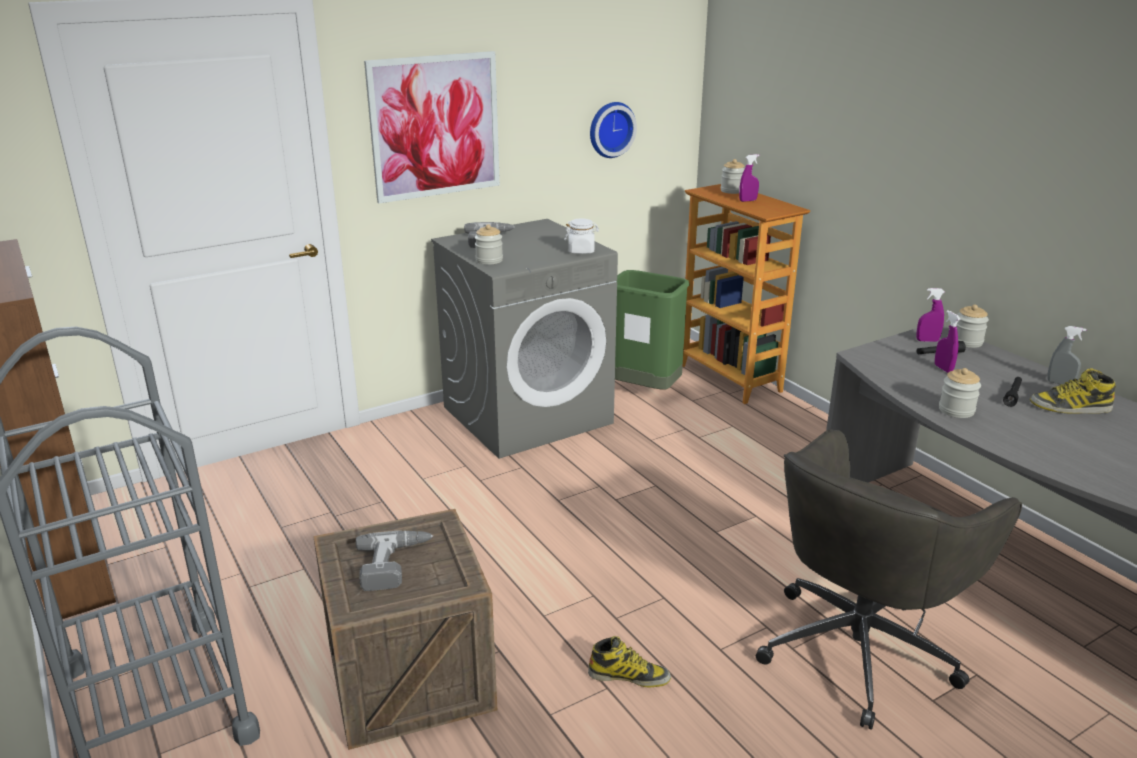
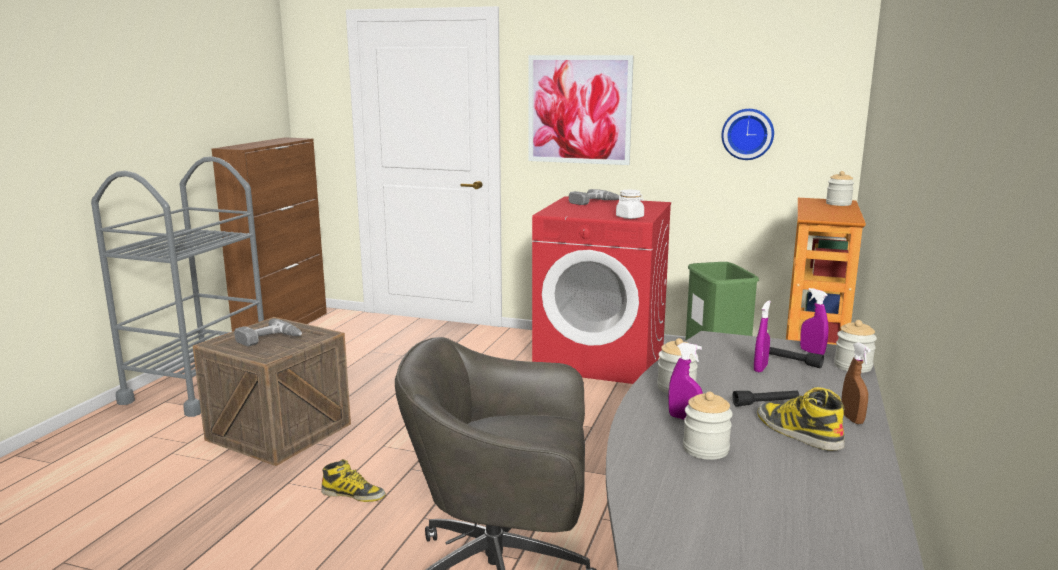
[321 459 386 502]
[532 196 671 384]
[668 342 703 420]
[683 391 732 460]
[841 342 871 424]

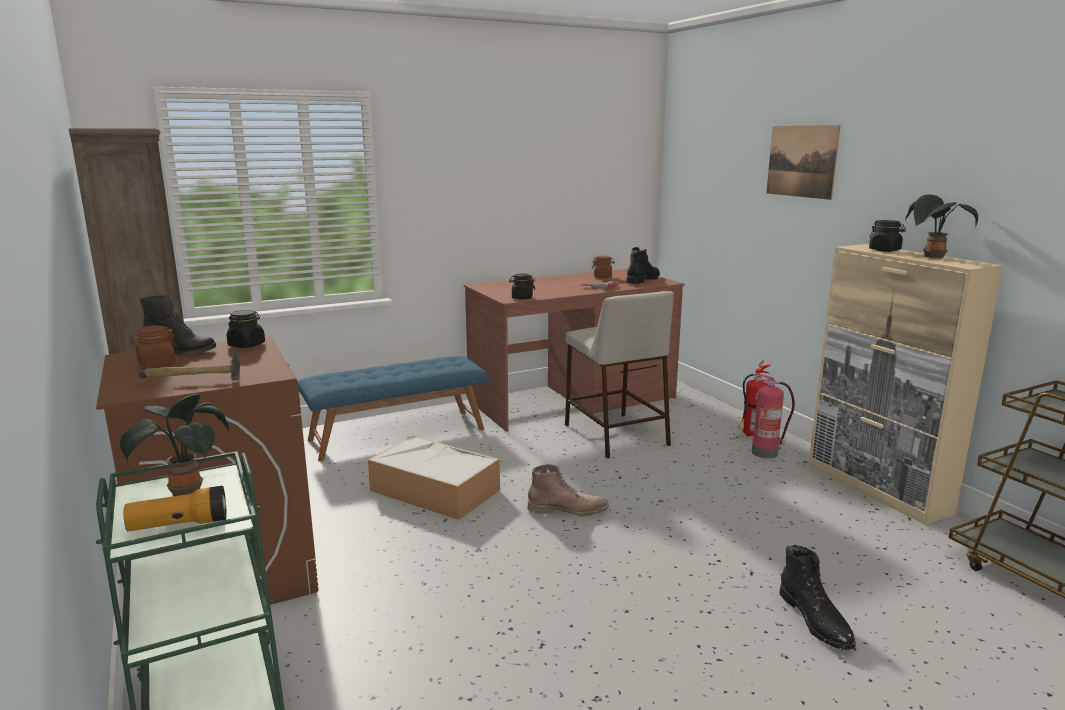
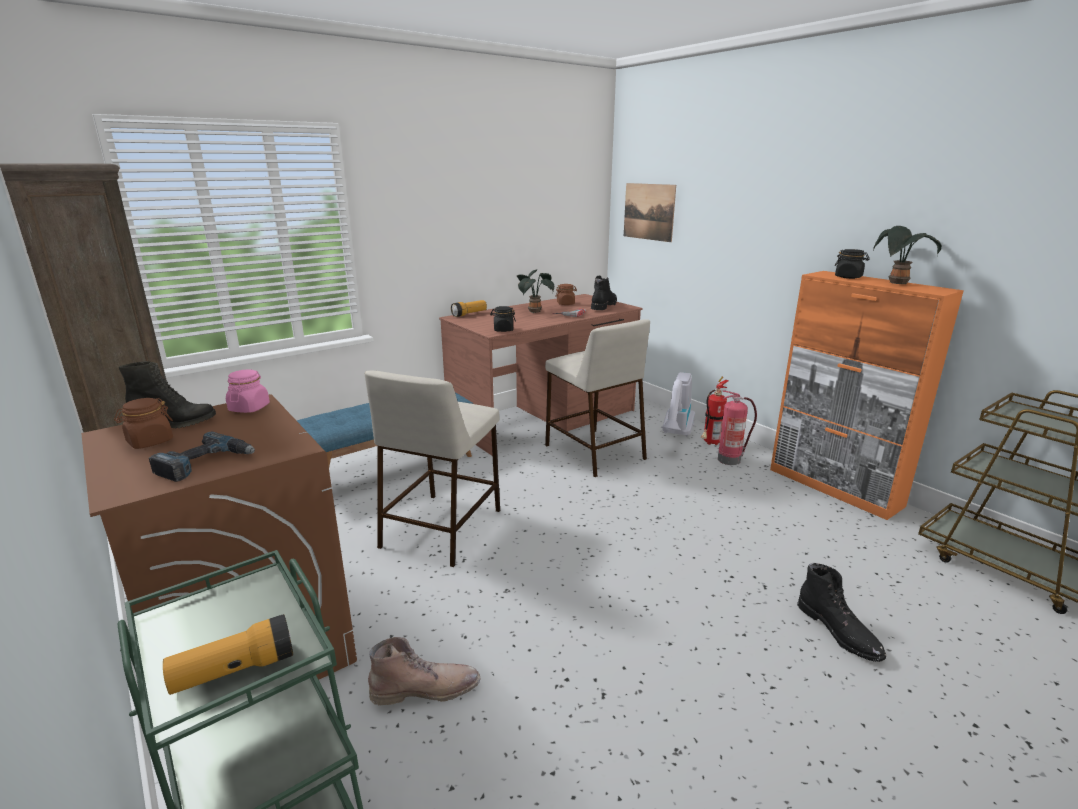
[149 432 255 482]
[226 370 270 413]
[365 371 500 567]
[368 637 480 706]
[451 300 487 317]
[517 269 554 313]
[624 183 676 242]
[661 372 695 437]
[770 271 964 520]

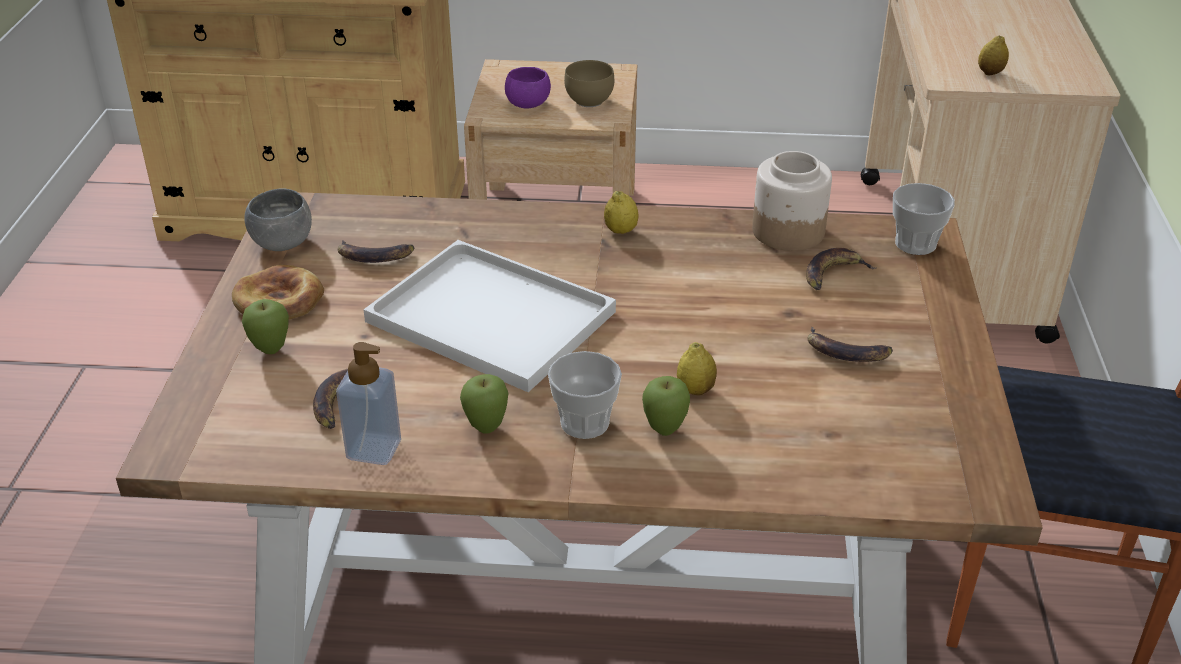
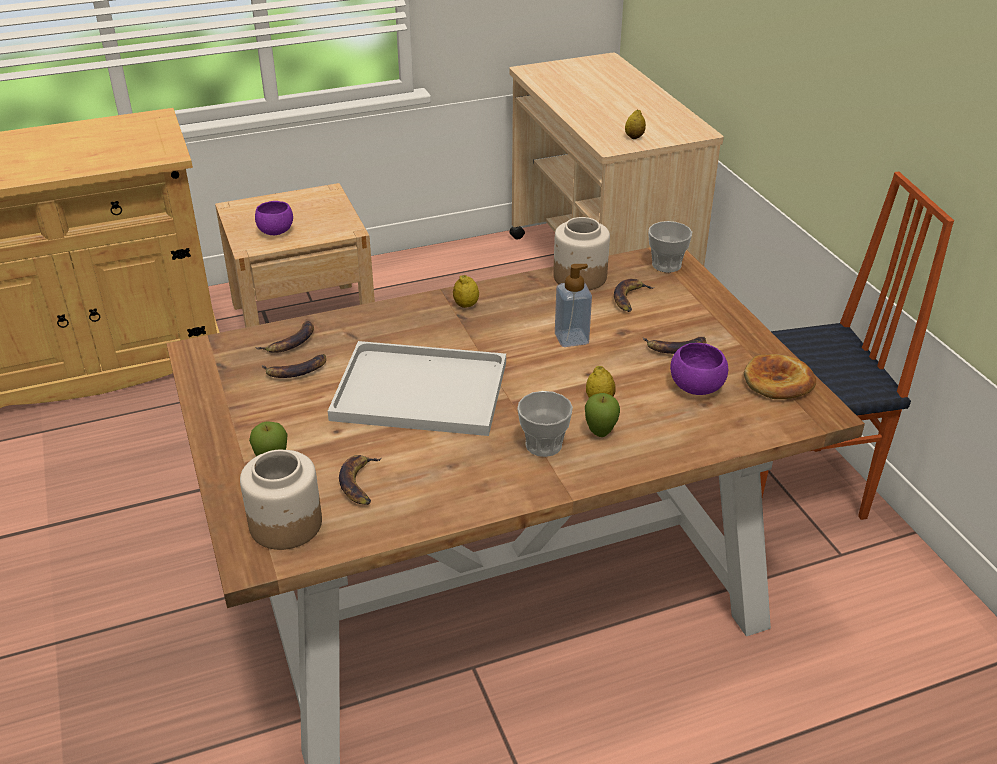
[240 450 322 550]
[255 321 314 353]
[555 264 592 347]
[670 343 728 395]
[744 354 816 399]
[244 189 312 251] (first image)
[460 374 508 434] (first image)
[564 60 614 107] (first image)

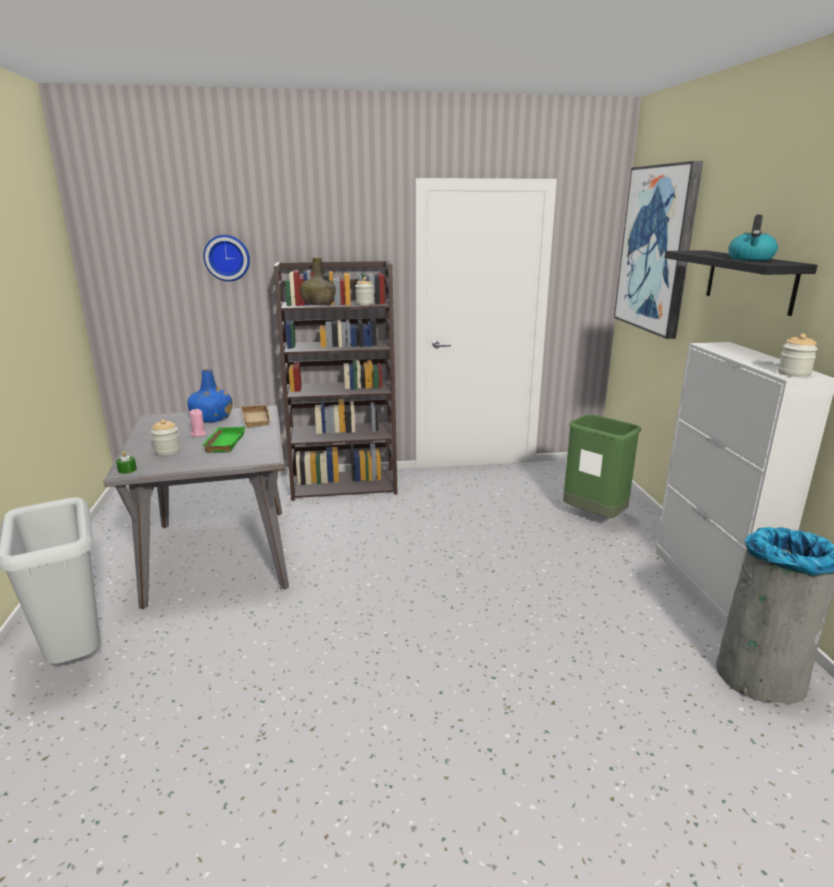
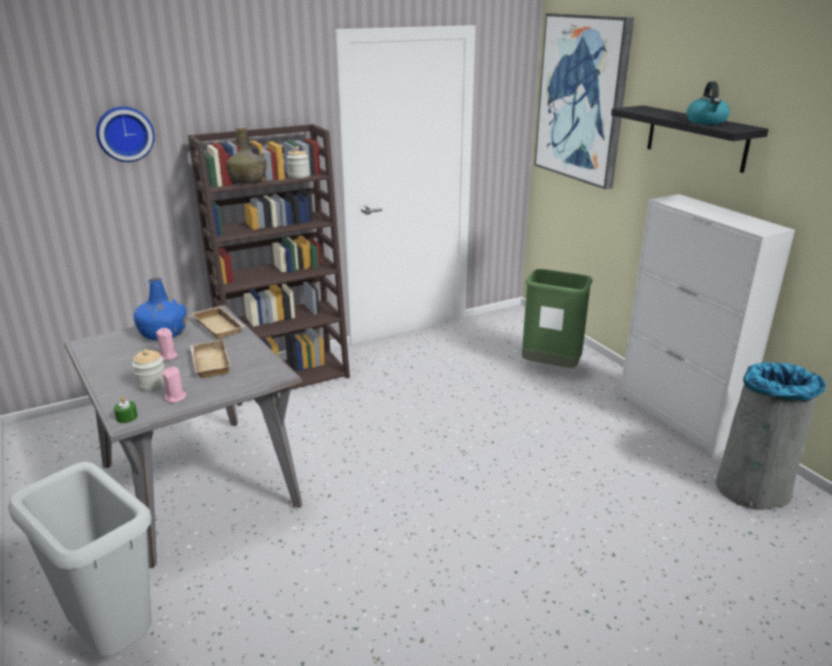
[162 367 186 403]
[190 339 231 378]
[778 334 818 377] (first image)

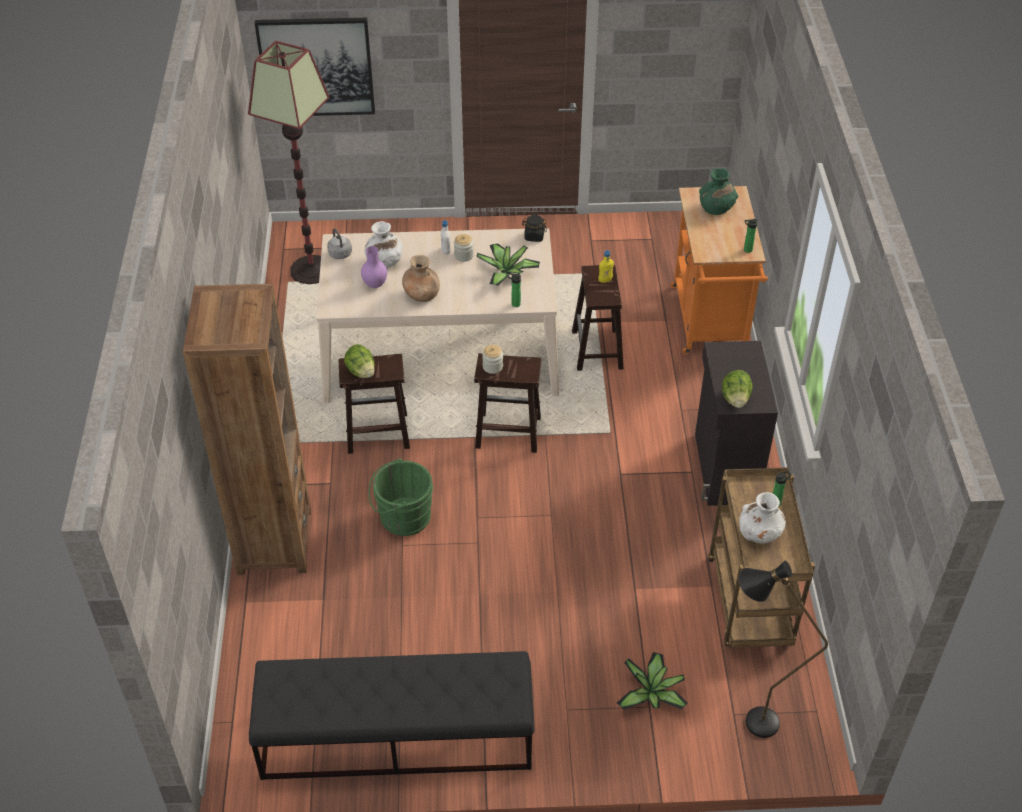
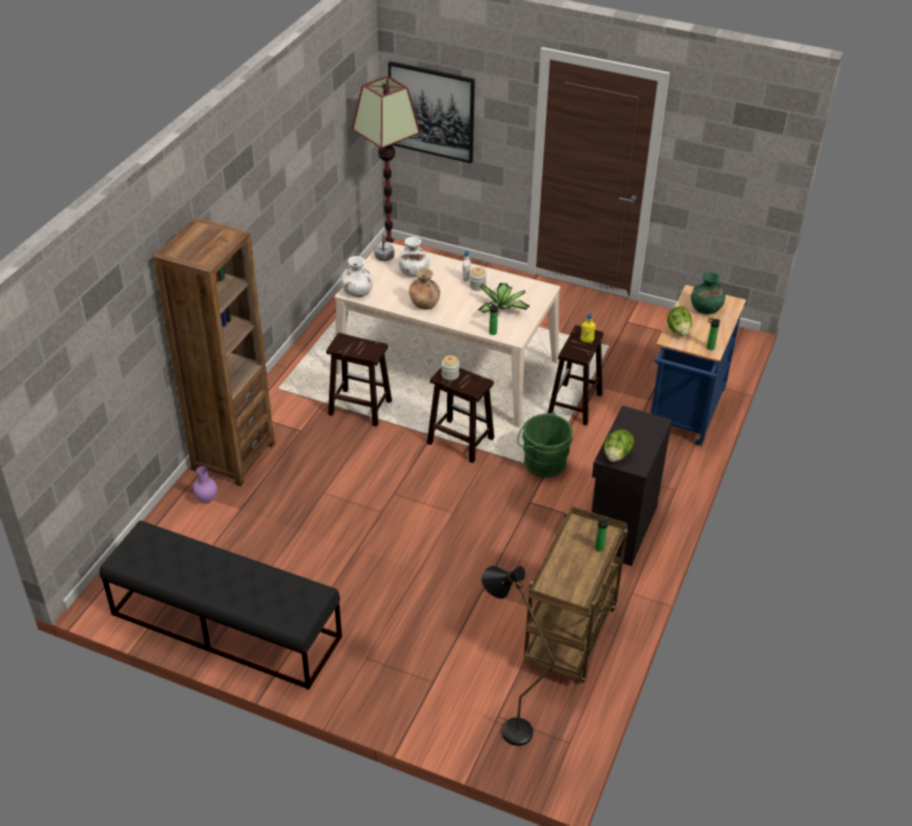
[193 466 217 503]
[341 256 373 297]
[517 412 573 478]
[651 285 746 446]
[667 306 692 336]
[523 215 547 242] (first image)
[617 652 688 710] (first image)

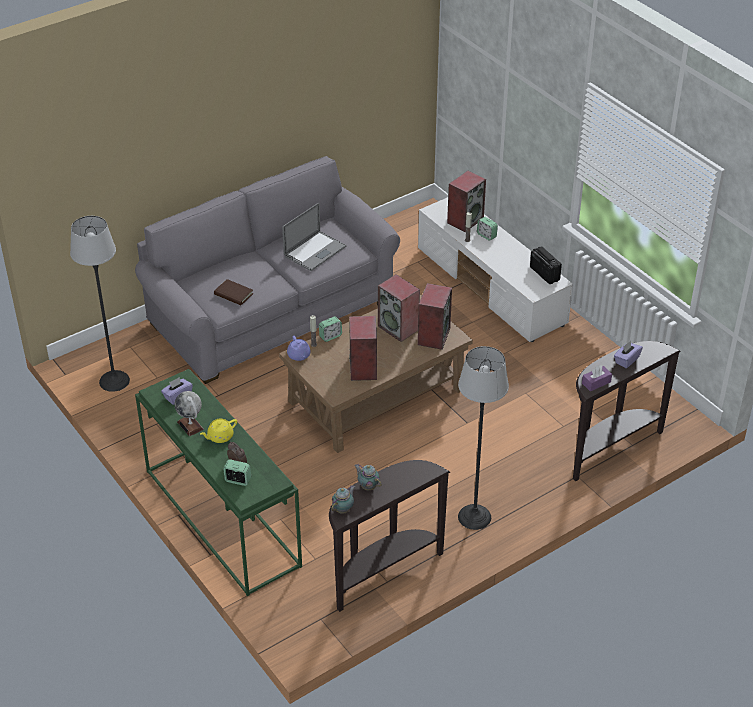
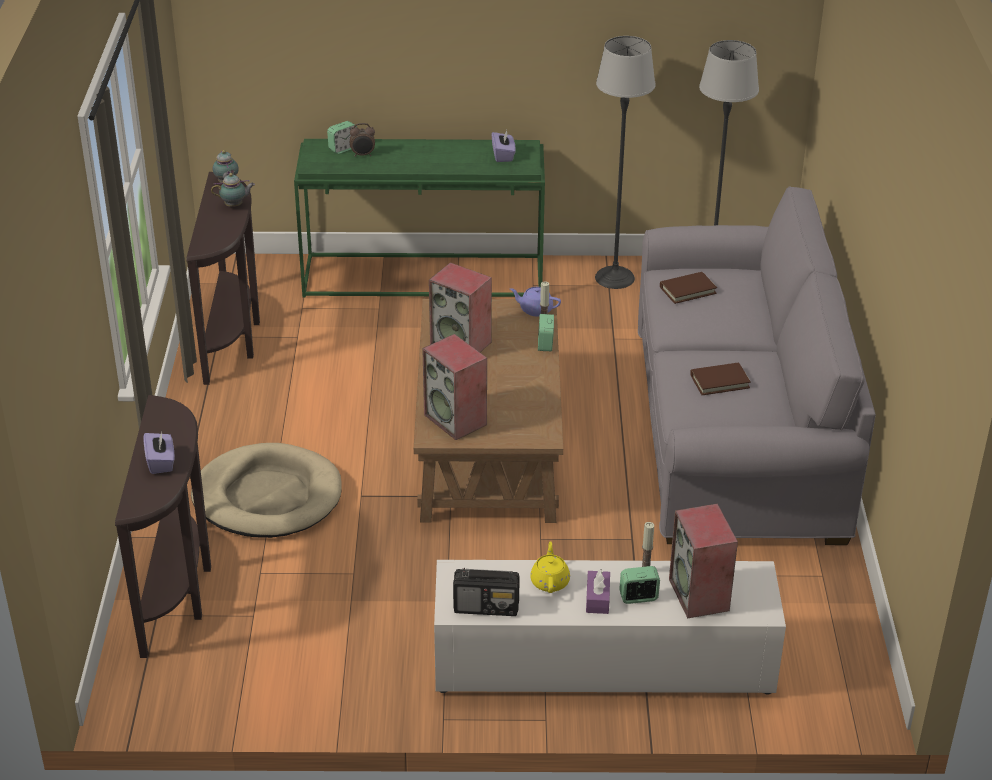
[191 443 342 538]
[530 541 570 593]
[586 569 610 614]
[595 36 655 289]
[690 362 751 395]
[175 391 204 436] (first image)
[378 274 420 342] (first image)

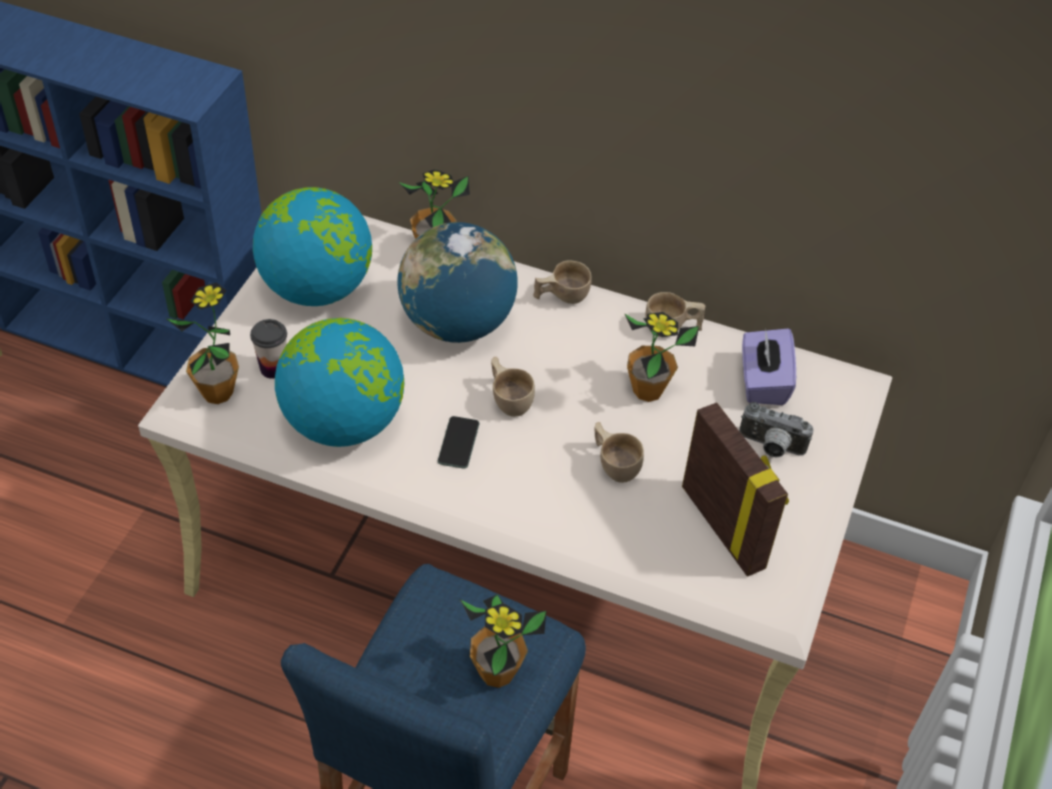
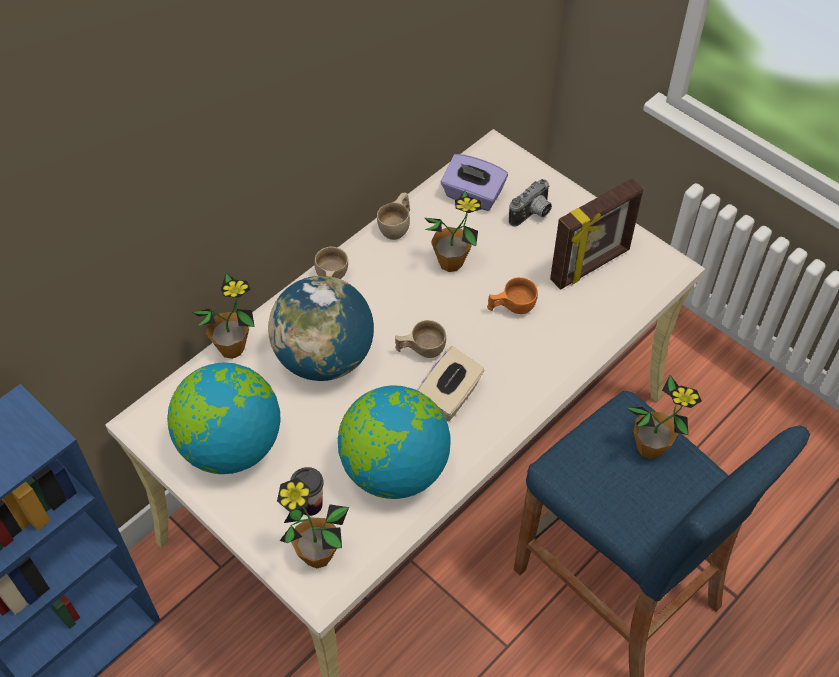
[417 346 485 421]
[487 277 538 314]
[550 178 643 290]

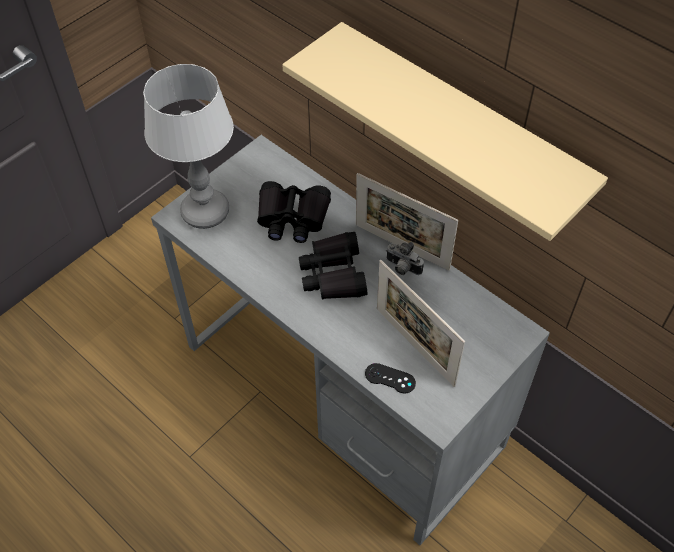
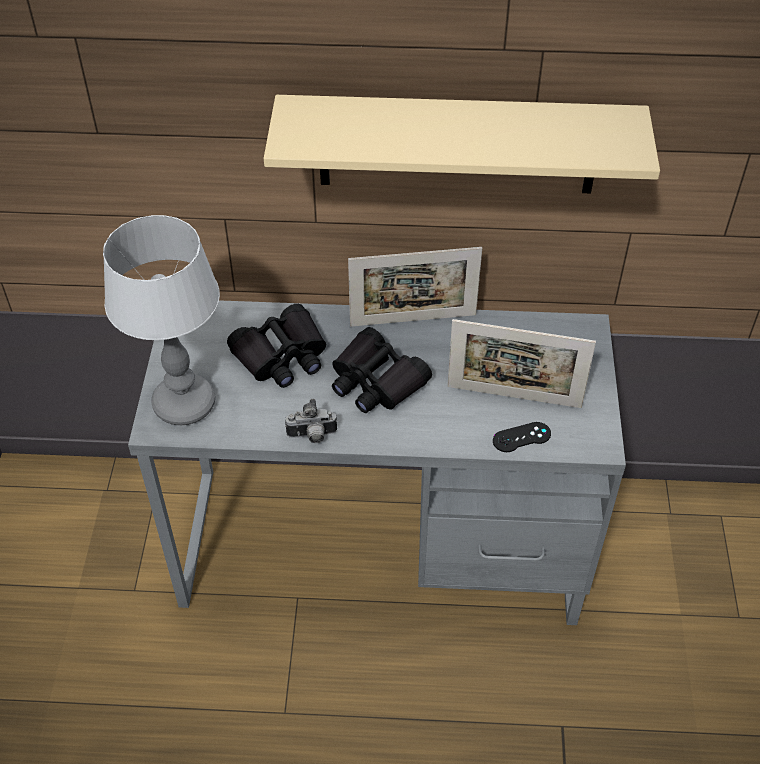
[285 399 337 443]

